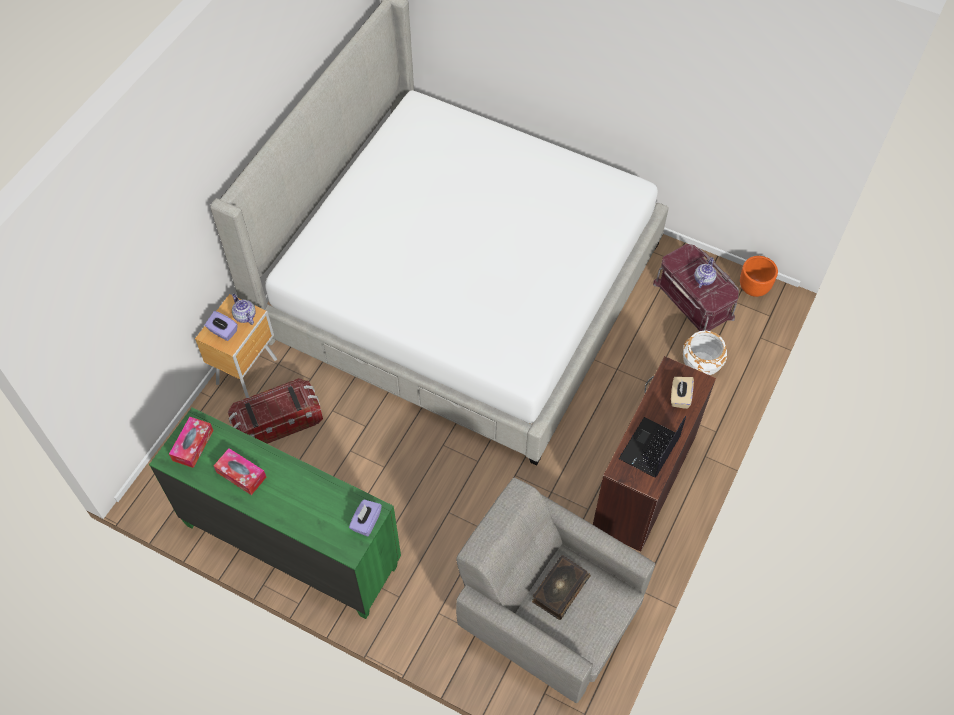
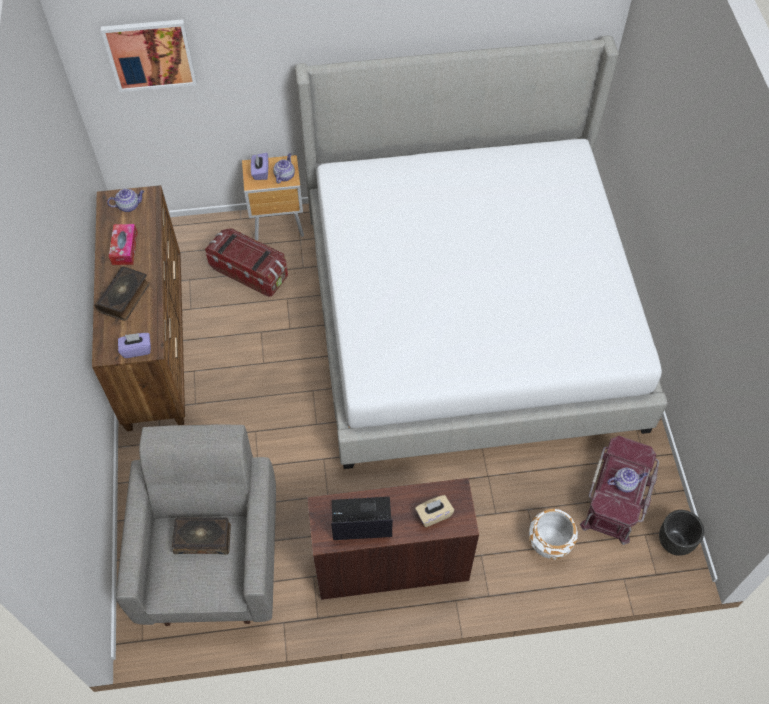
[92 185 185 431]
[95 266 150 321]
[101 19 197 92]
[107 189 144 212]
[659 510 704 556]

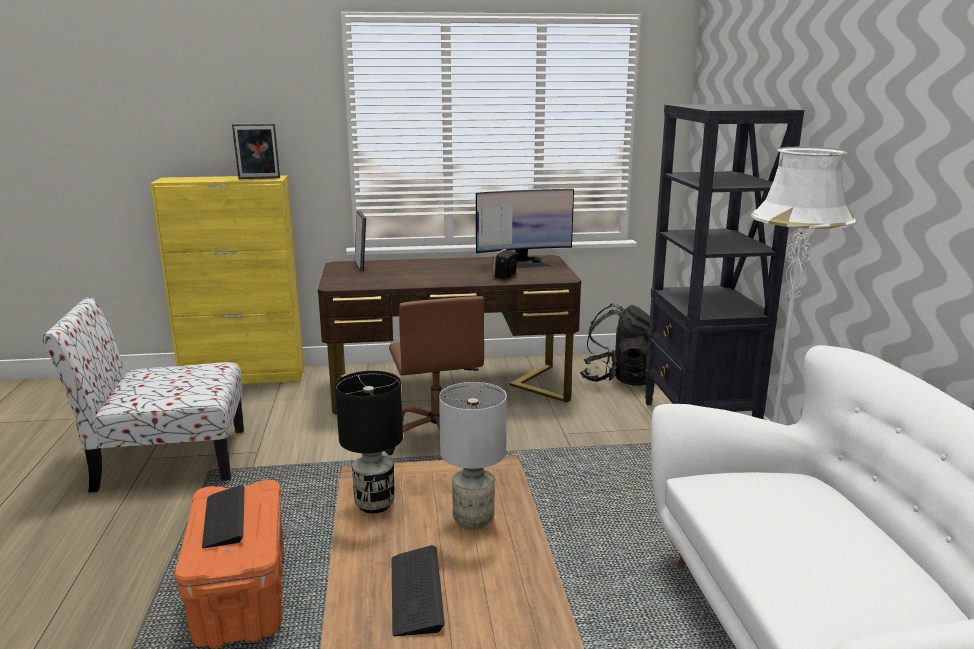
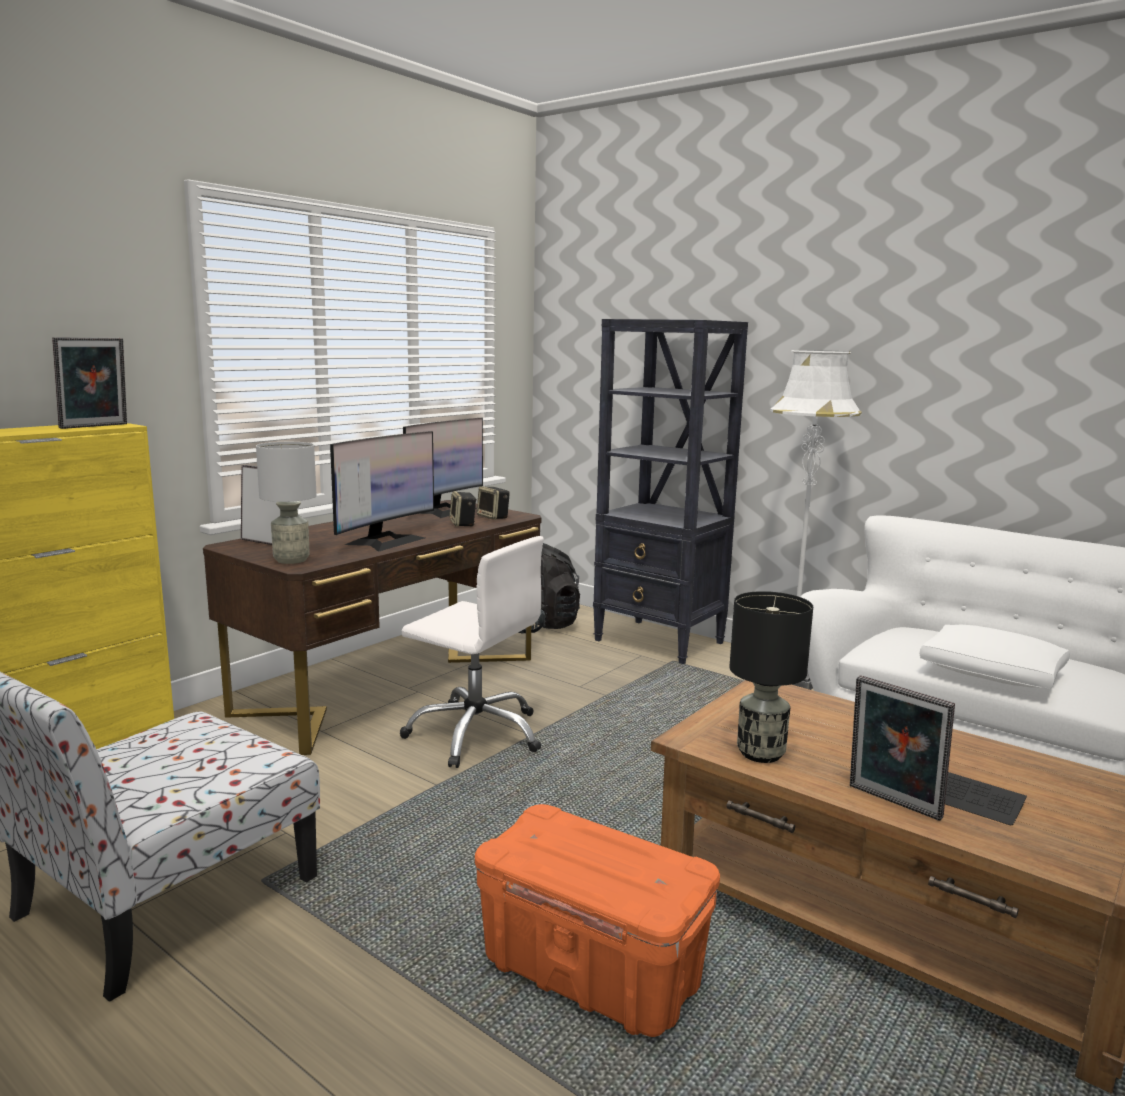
[256 442 317 564]
[330 431 434 552]
[400 536 544 768]
[477 486 510 520]
[850 675 955 821]
[920 624 1070 689]
[202 485 244 548] (first image)

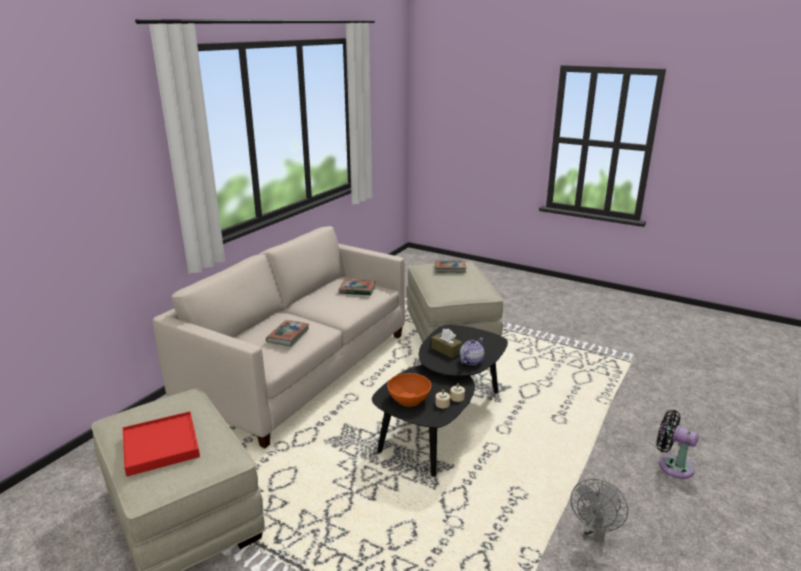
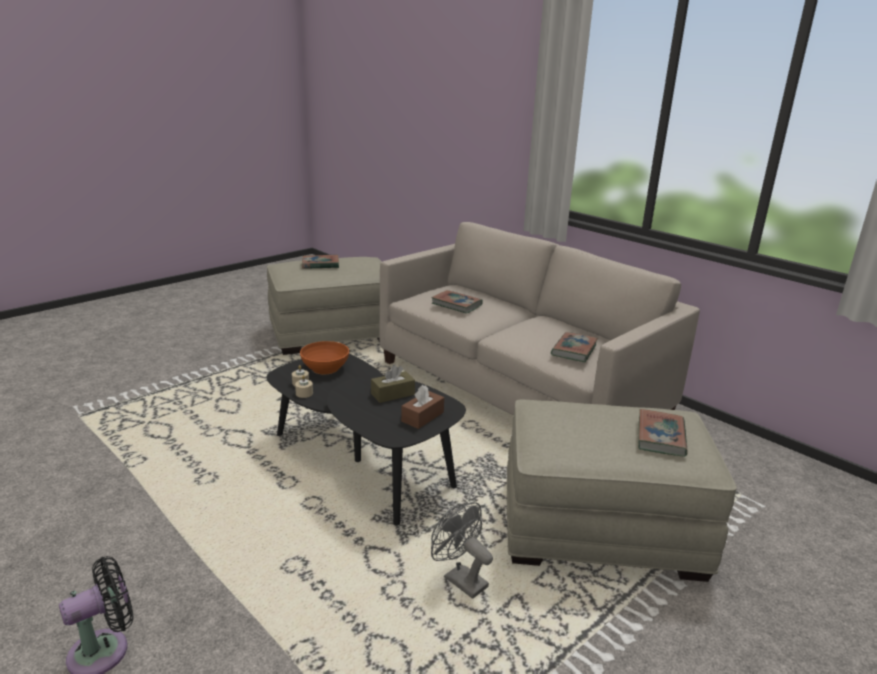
[302 255 339 269]
[401 385 444 429]
[431 502 493 599]
[460 338 484 365] (first image)

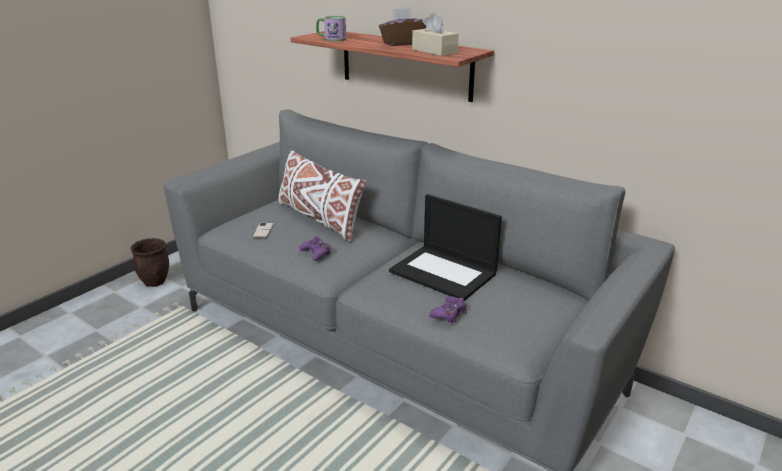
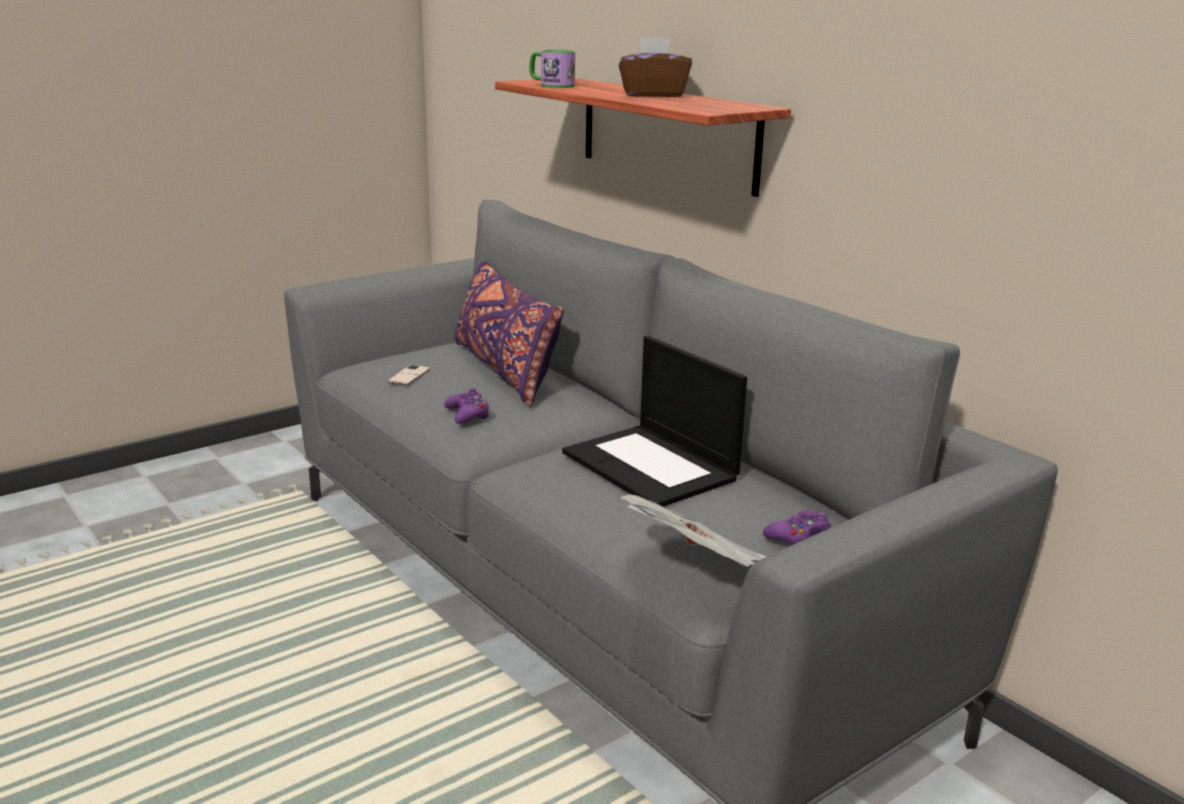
[455 260 564 406]
[620 495 766 567]
[763 510 831 545]
[130 238 169 287] (first image)
[412 12 459 56] (first image)

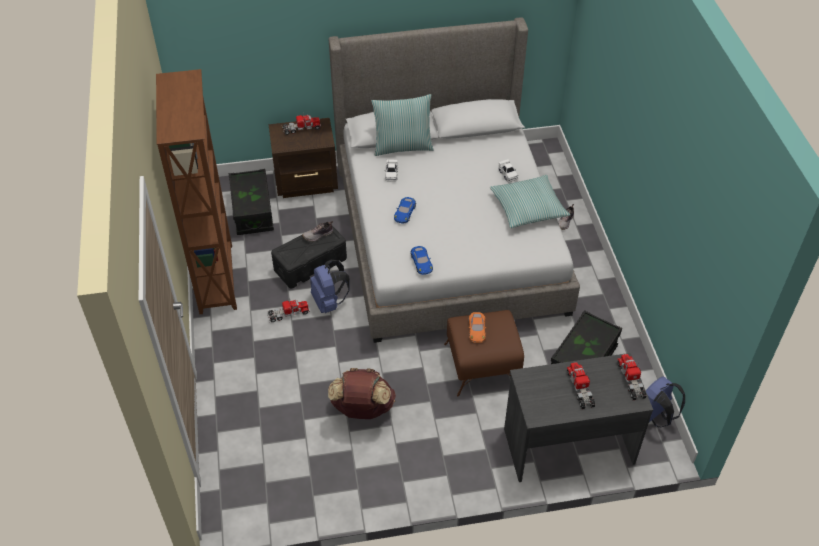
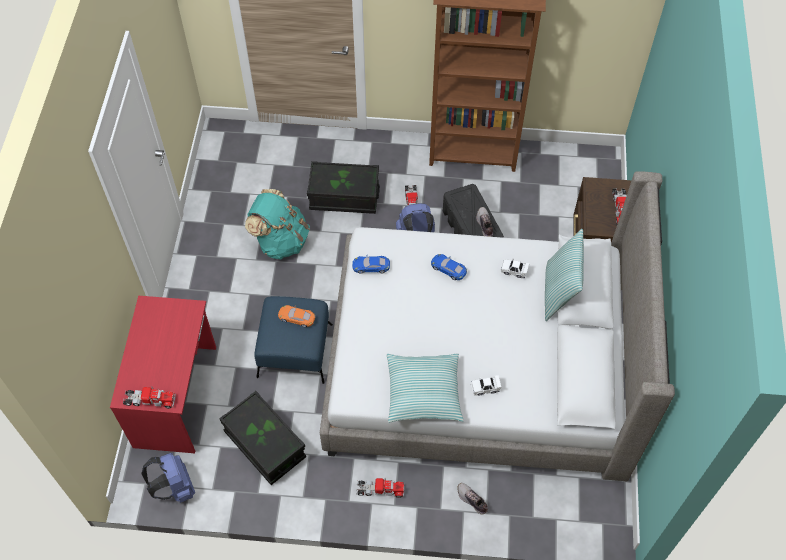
[110 296 216 453]
[245 189 310 260]
[254 296 333 384]
[307 161 380 214]
[356 478 404 498]

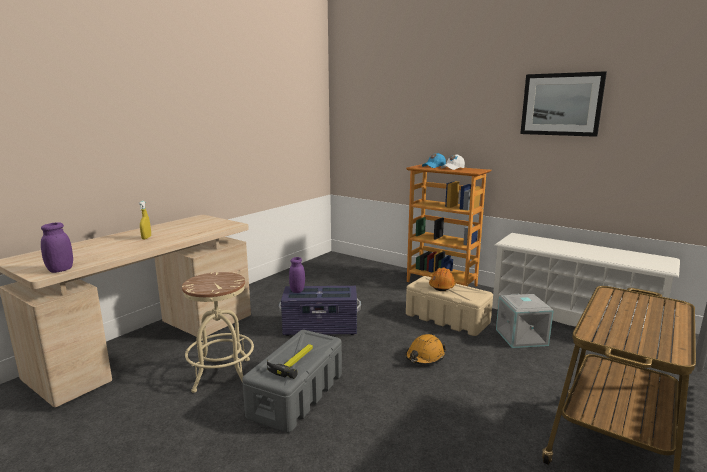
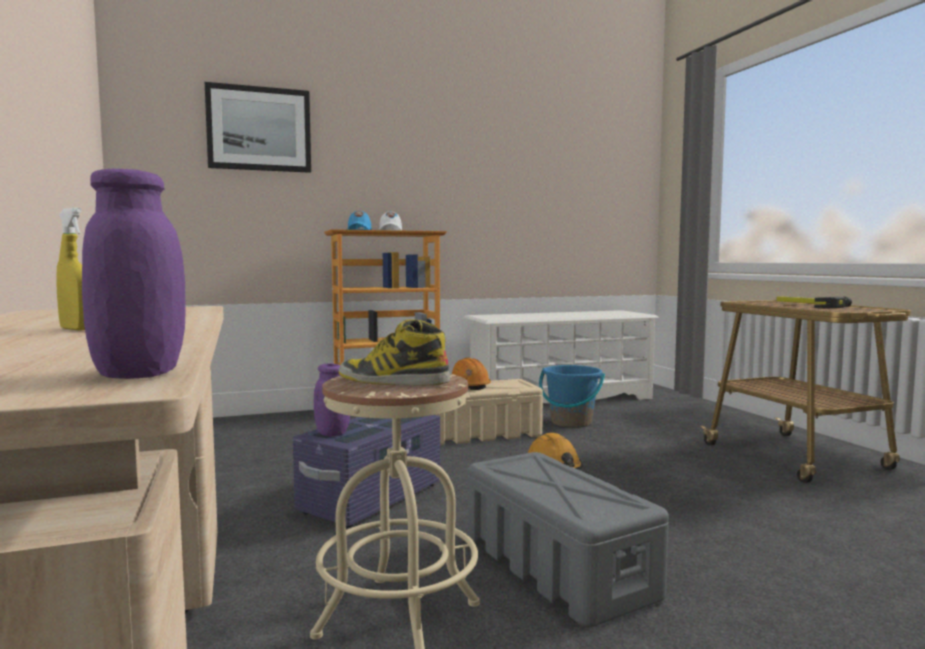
[205 82 311 173]
[339 319 450 386]
[539 365 605 428]
[776 296 852 308]

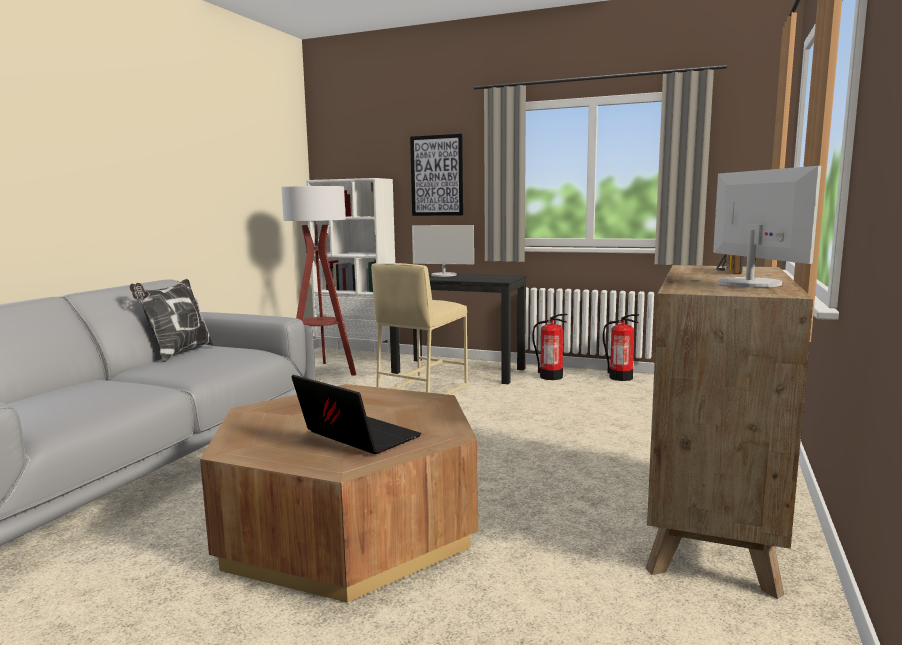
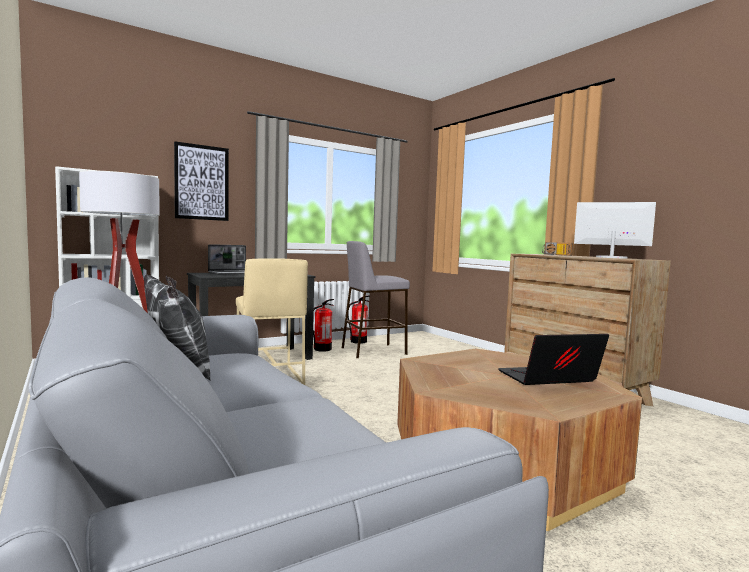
[208 244 246 275]
[342 241 410 358]

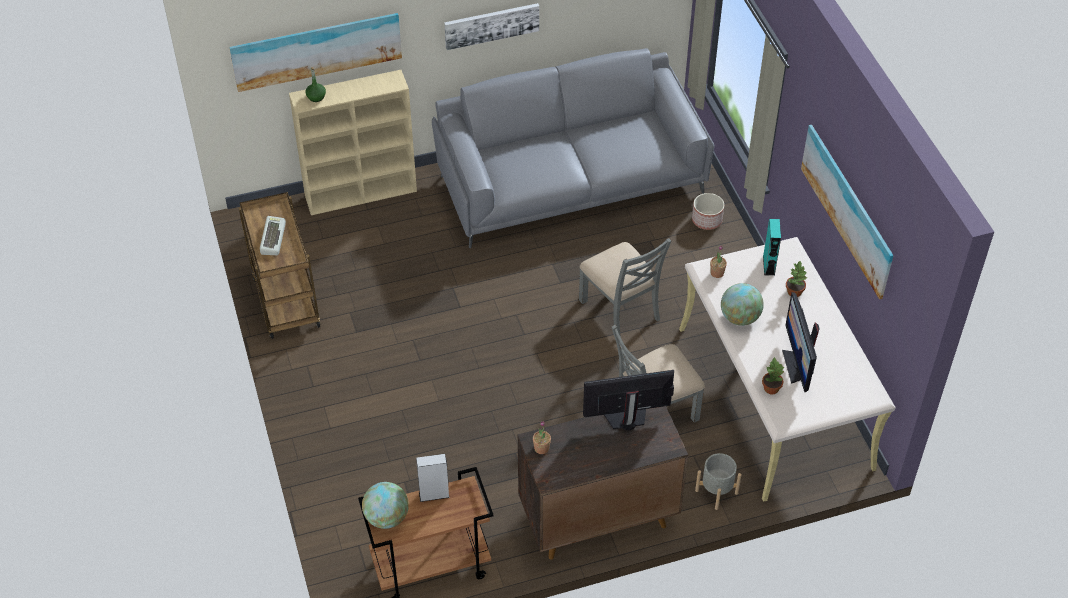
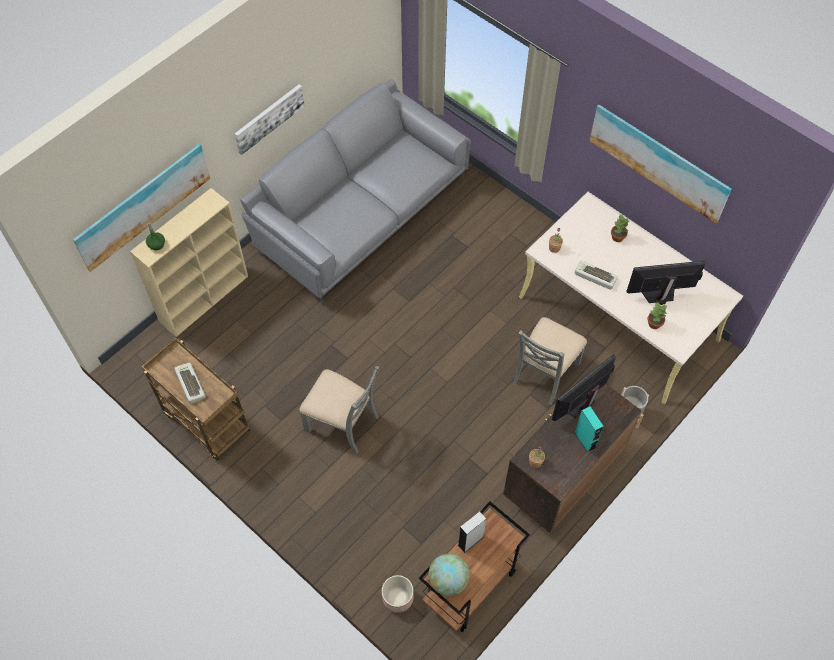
[299 365 380 454]
[382 575 414 613]
[574 406 604 453]
[575 261 618 290]
[626 260 706 305]

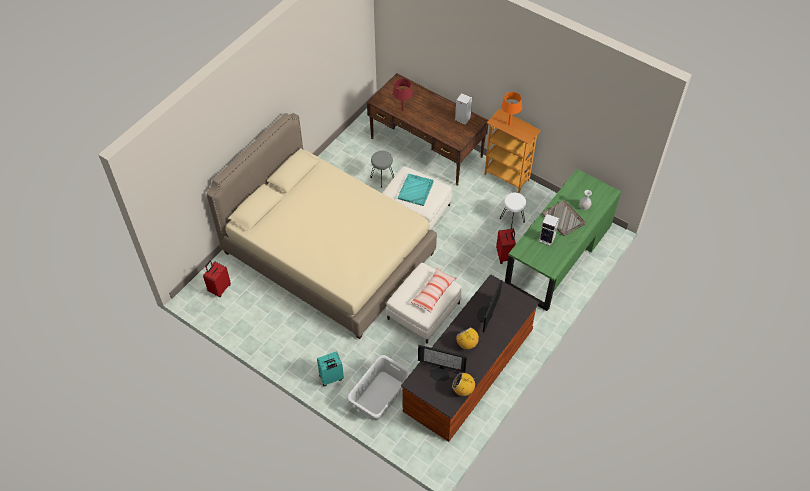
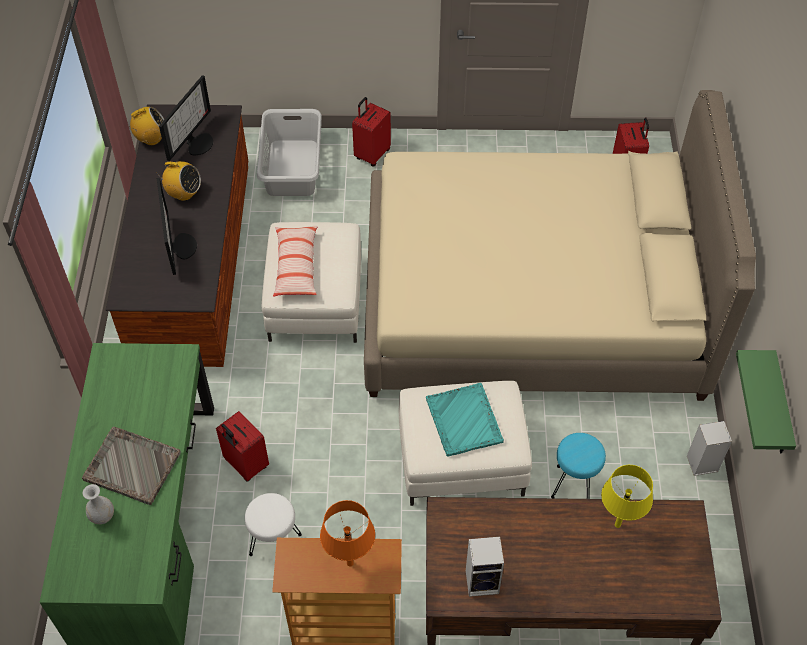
[159 75 213 161]
[352 97 391 166]
[551 433 606 499]
[601 465 653 528]
[687 421 732 476]
[736 350 796 454]

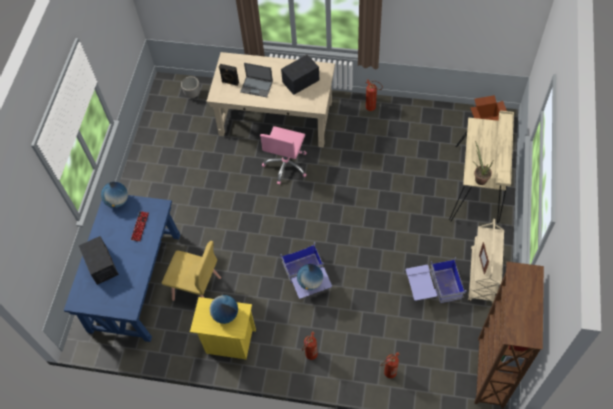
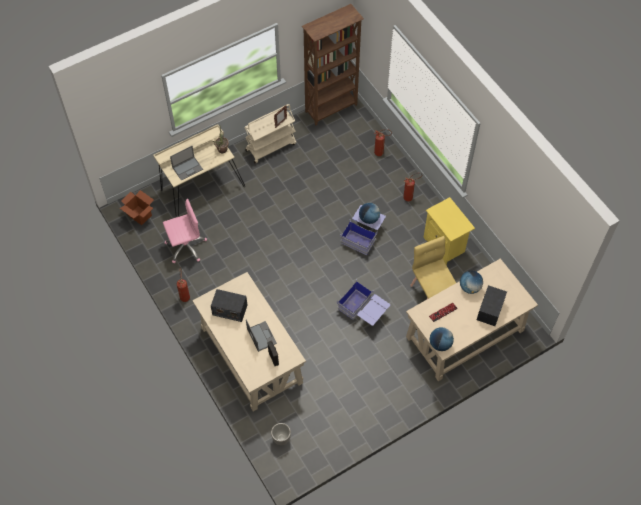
[163 199 207 263]
[170 146 203 181]
[337 279 390 326]
[406 259 538 381]
[460 271 483 294]

